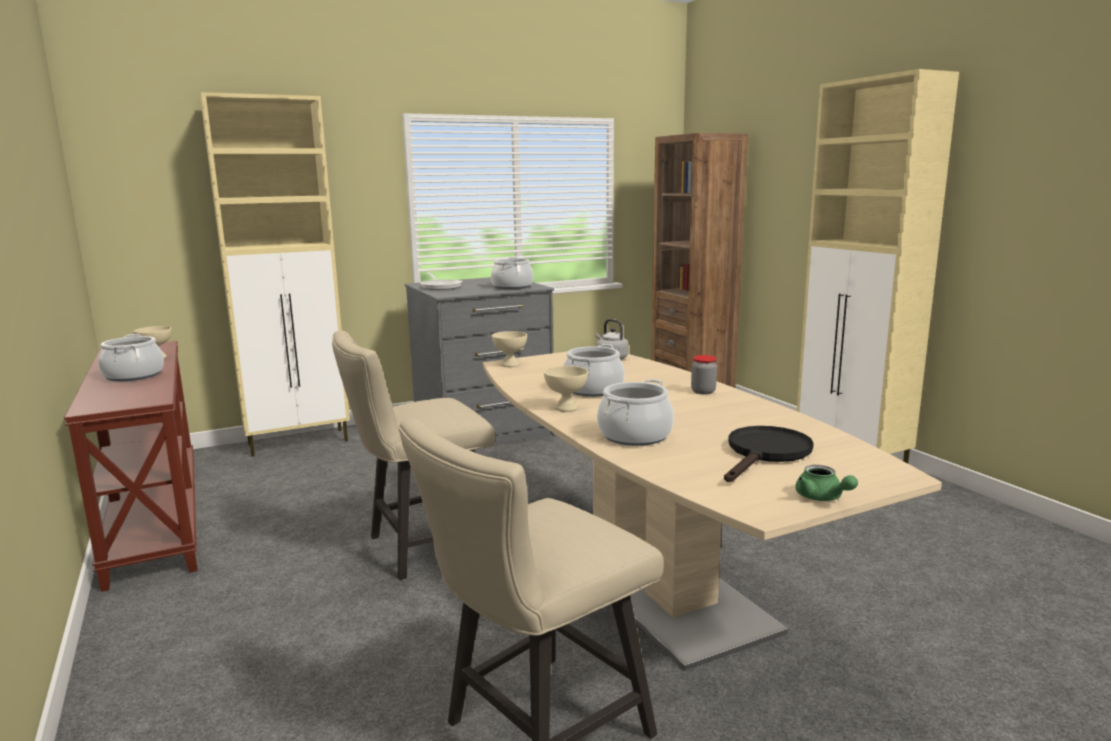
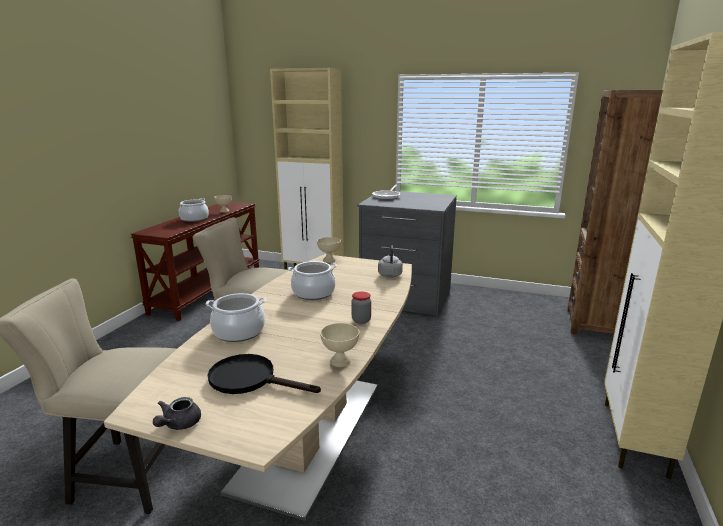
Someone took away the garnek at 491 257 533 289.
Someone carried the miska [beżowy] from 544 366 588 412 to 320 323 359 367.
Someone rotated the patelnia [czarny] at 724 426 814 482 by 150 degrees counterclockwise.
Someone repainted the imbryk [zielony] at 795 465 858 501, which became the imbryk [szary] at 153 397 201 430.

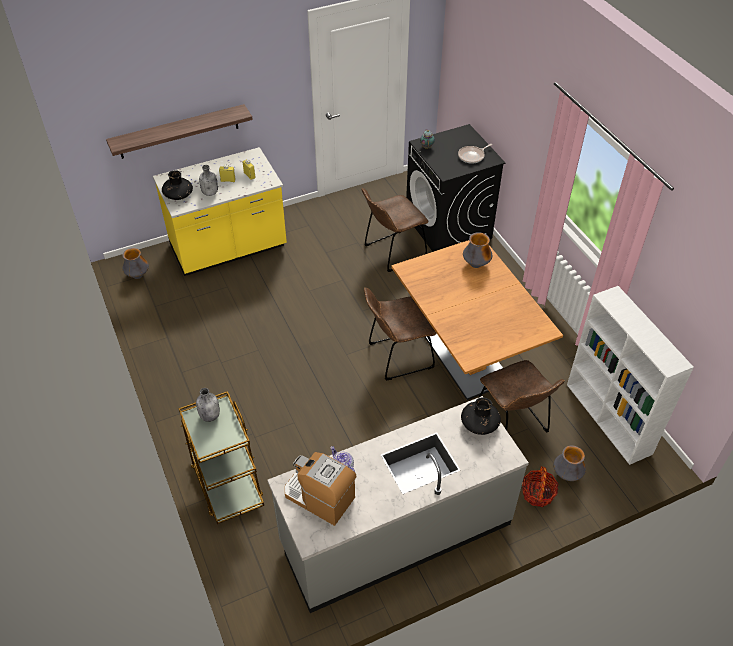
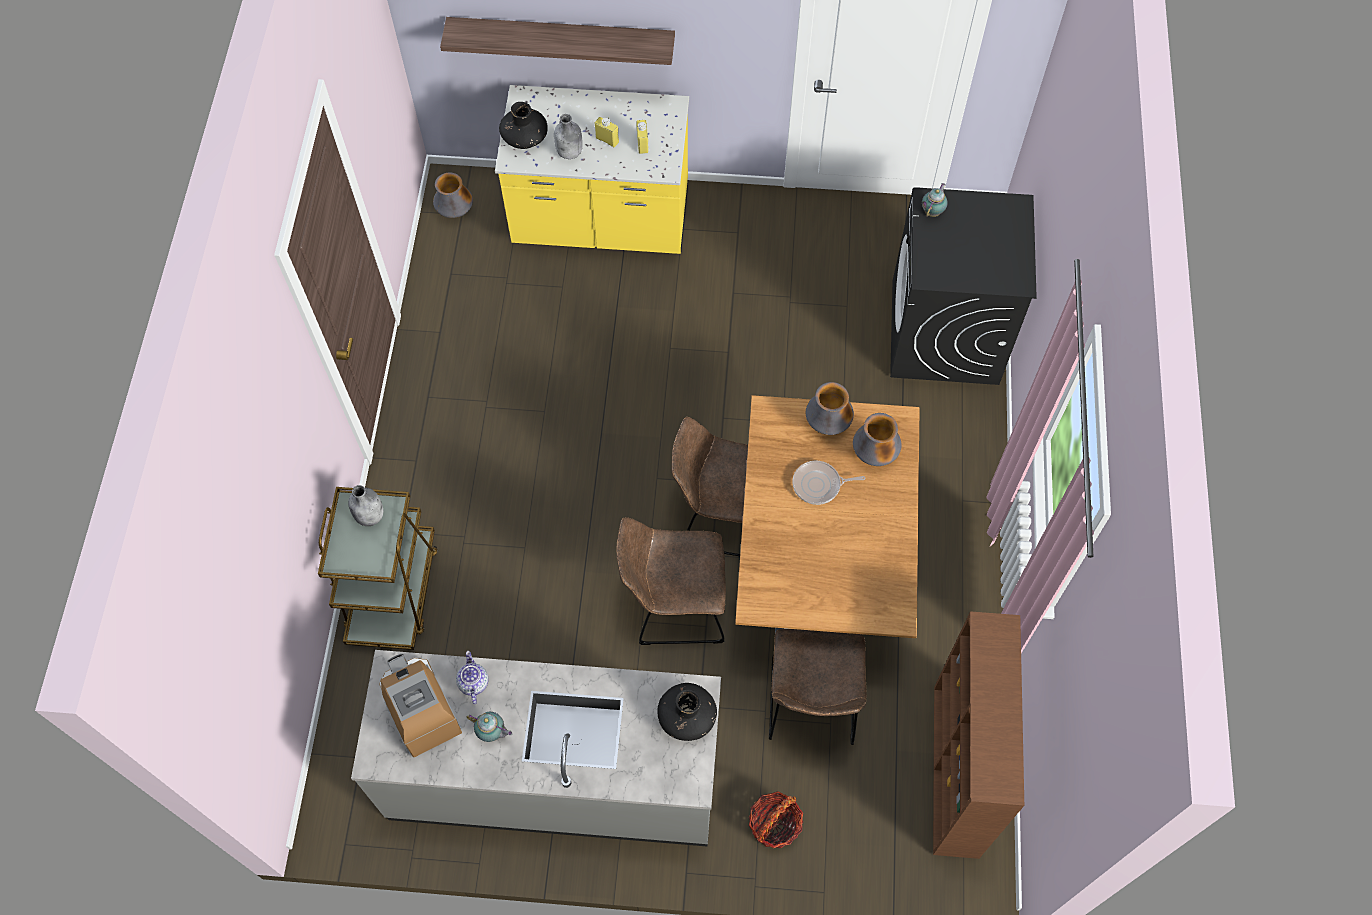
Someone carried the krzesło [brązowy] from 362 188 428 272 to 616 517 726 645.
Someone carried the patelnia from 458 144 493 164 to 792 461 865 505.
Someone carried the wazon from 554 445 586 481 to 806 382 854 435.
Someone repainted the regał [biały] at 567 286 694 465, which became the regał [brązowy] at 933 611 1024 859.
Someone put down the imbryk at 467 711 513 742.

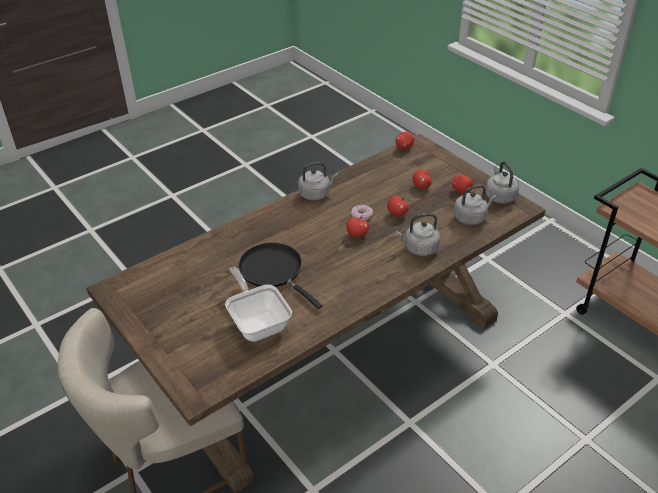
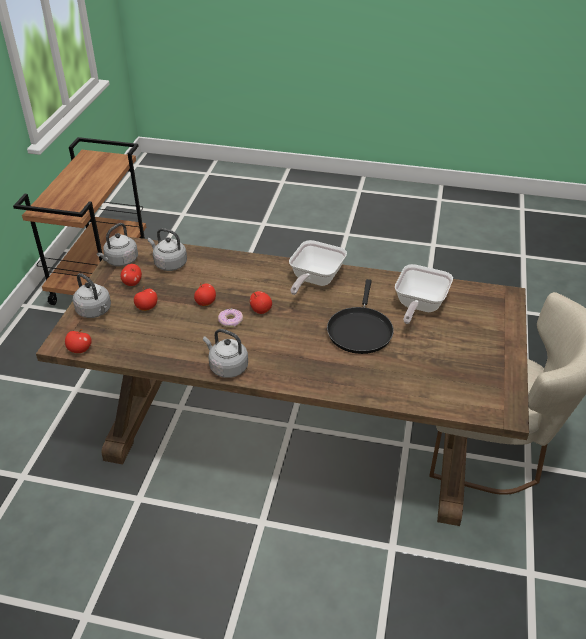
Someone carried the czajnik [szary] from 395 213 440 256 to 73 273 111 318.
Someone put down the patelnia at 289 240 347 295.

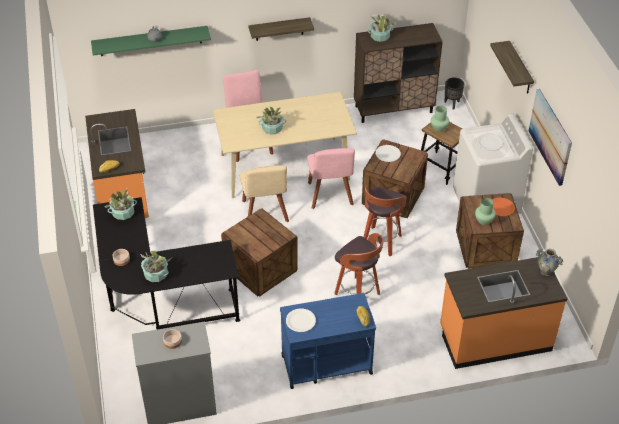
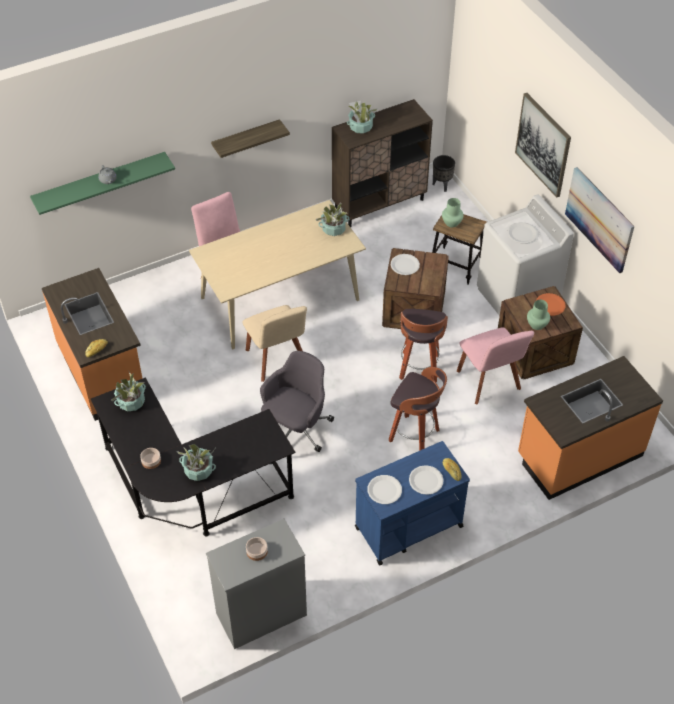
Someone swapped the skrzynka at 221 209 298 297 for the krzesło biurowe [szary] at 260 351 334 452.
Someone carried the roślina doniczkowa from 256 106 286 134 to 316 203 349 236.
Someone carried the krzesło [różowy] from 307 148 355 209 to 457 327 534 405.
Someone swapped the półka at 490 41 534 93 for the obraz at 515 93 571 198.
Someone took away the wazon at 536 249 563 276.
Someone put down the talerz [biały] at 409 465 444 495.

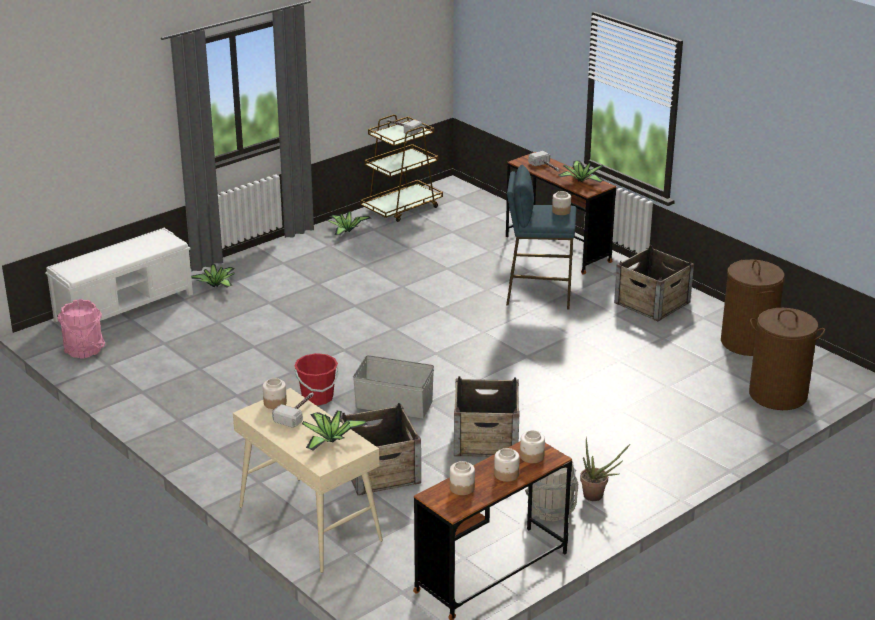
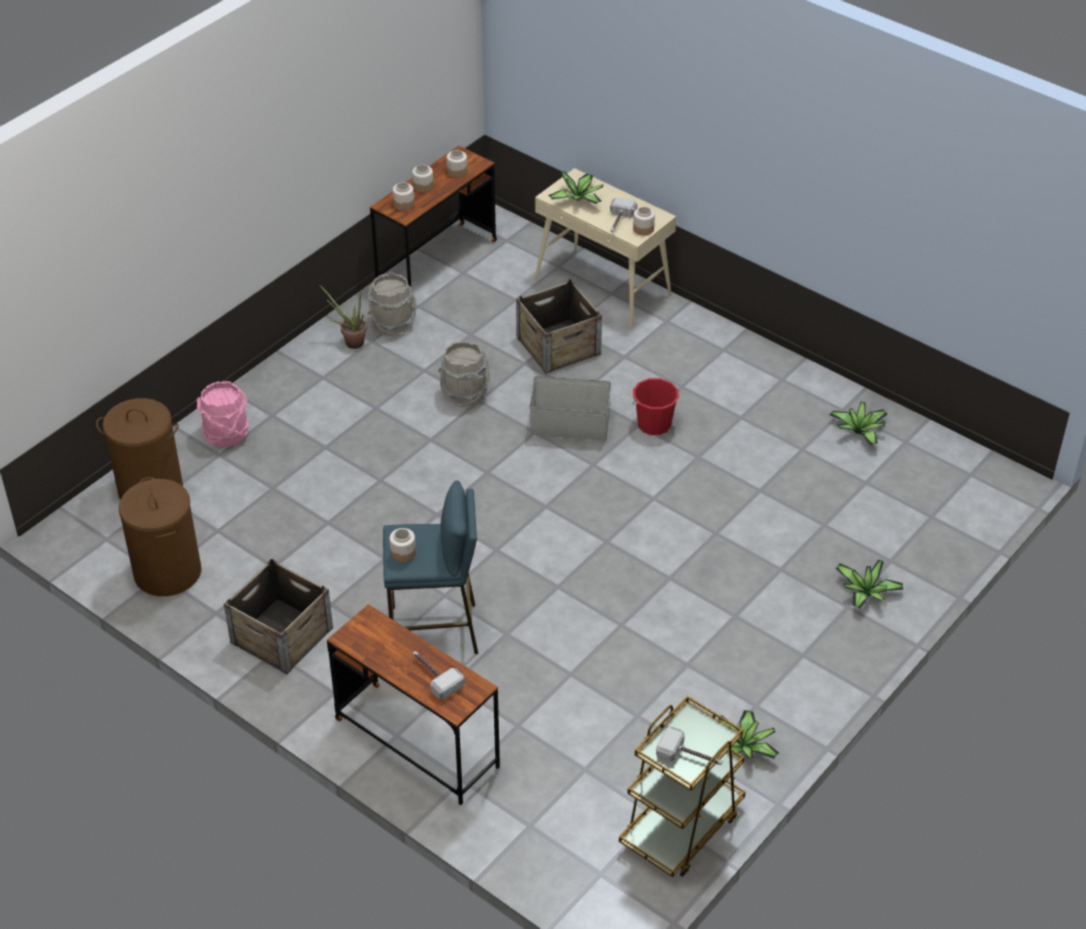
Someone took away the ławka [biały] at 45 228 193 322.
Someone carried the wiadro [różowy] from 58 299 105 359 to 196 381 249 447.
Someone swapped the skrzynka at 454 376 519 457 for the wiadro [szary] at 439 341 490 407.
Someone carried the roślina doniczkowa from 558 161 604 183 to 830 402 888 445.

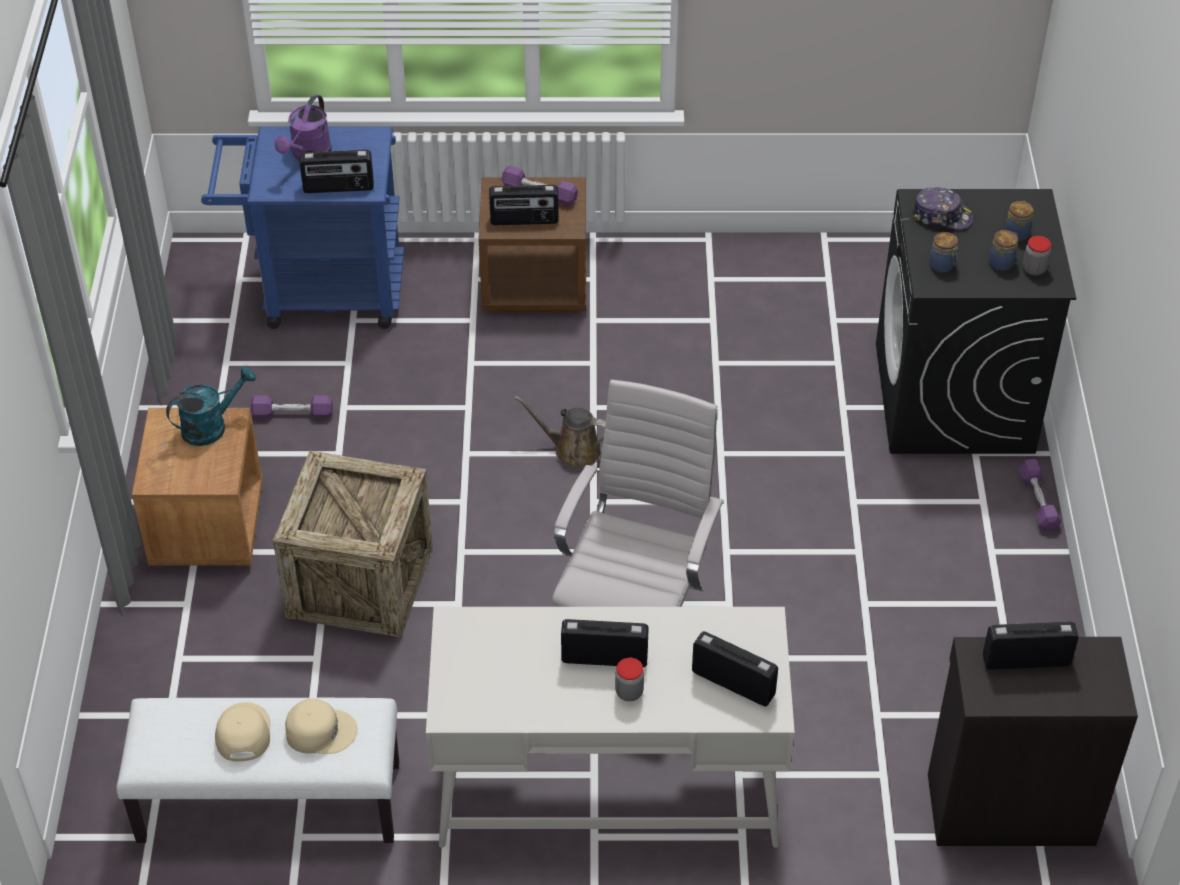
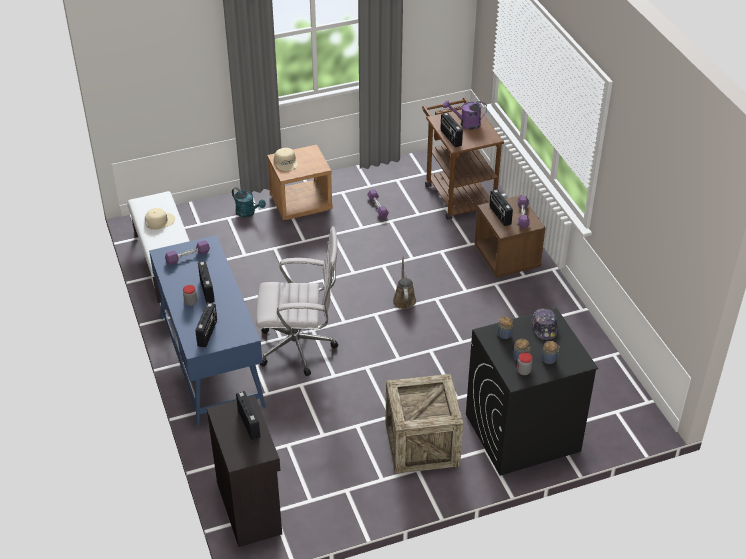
Someone carried the konewka [turkusowy] from 166 366 256 446 to 232 187 266 217.
Someone repainted the wózek [niebieski] at 201 127 404 329, which became the wózek [brązowy] at 422 97 504 220.
Someone carried the skrzynka from 273 451 433 638 to 386 374 463 474.
Someone carried the czapka z daszkiem [beżowy] from 285 699 357 754 to 274 148 298 171.
Someone repainted the biurko [biały] at 426 607 795 848, which became the biurko [niebieski] at 149 235 266 426.
Someone carried the hantel [fioletowy] from 1018 459 1061 531 to 165 240 210 265.

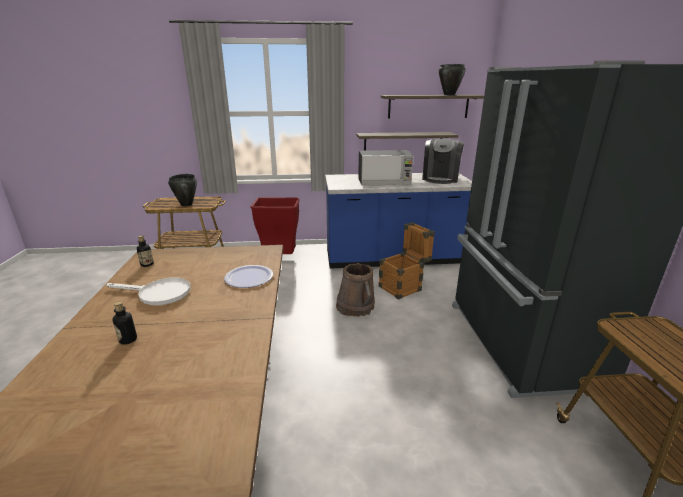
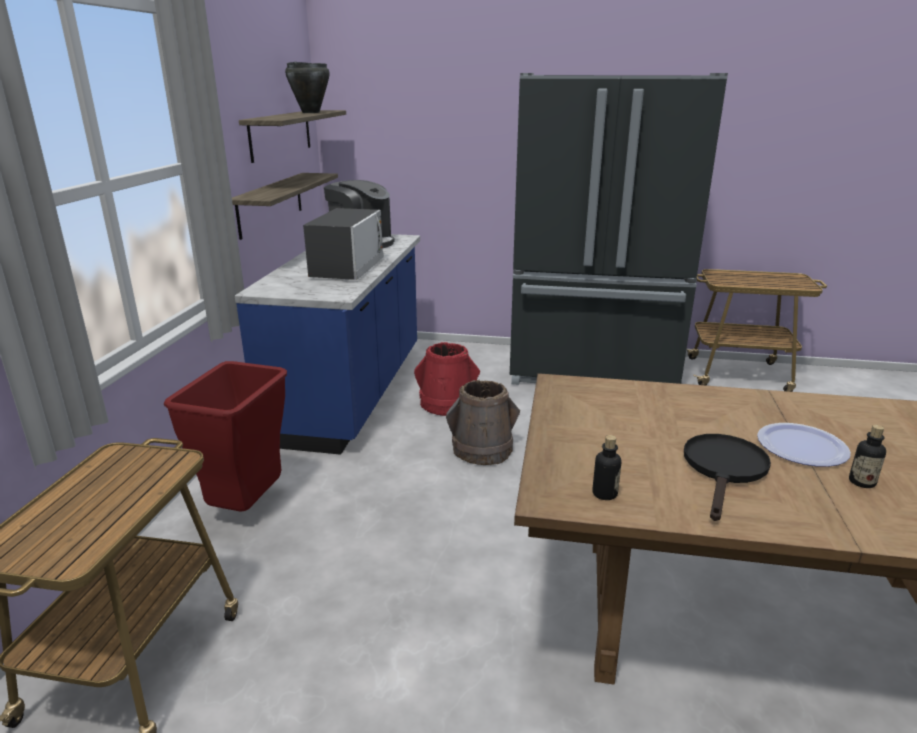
Someone repainted the patelnia [biały] at 107 277 191 305, which became the patelnia [czarny] at 684 434 771 521.
Someone took away the garnek [czarny] at 168 174 197 206.
Someone carried the talerz from 224 265 273 288 to 757 423 851 467.
Someone swapped the skrzynka at 379 222 435 300 for the wiadro [czerwony] at 414 342 480 416.

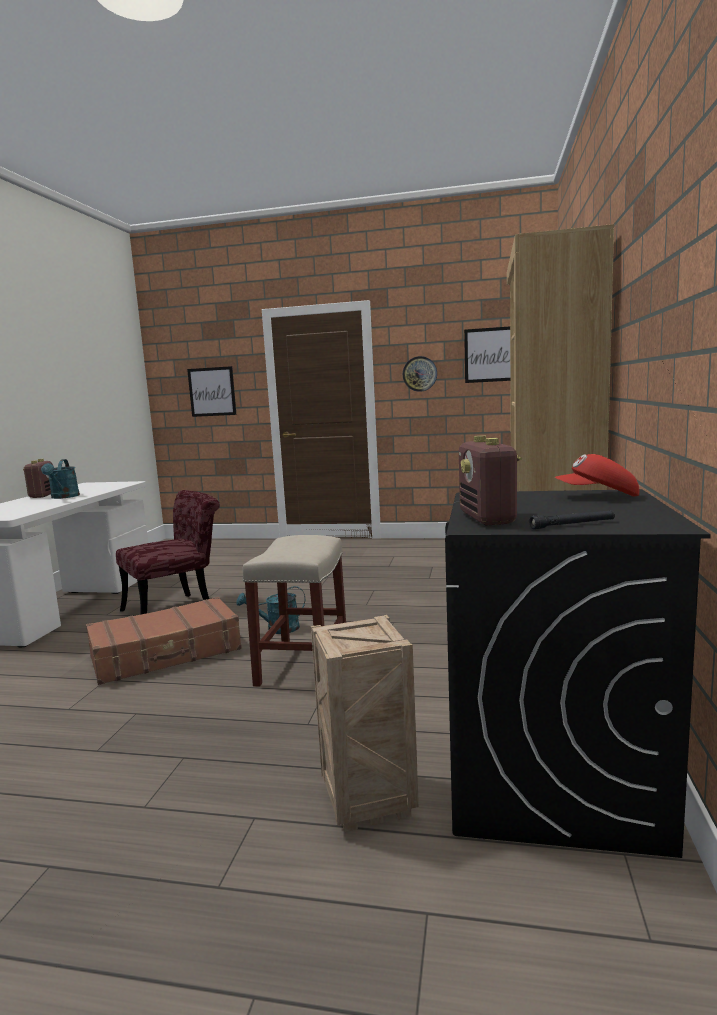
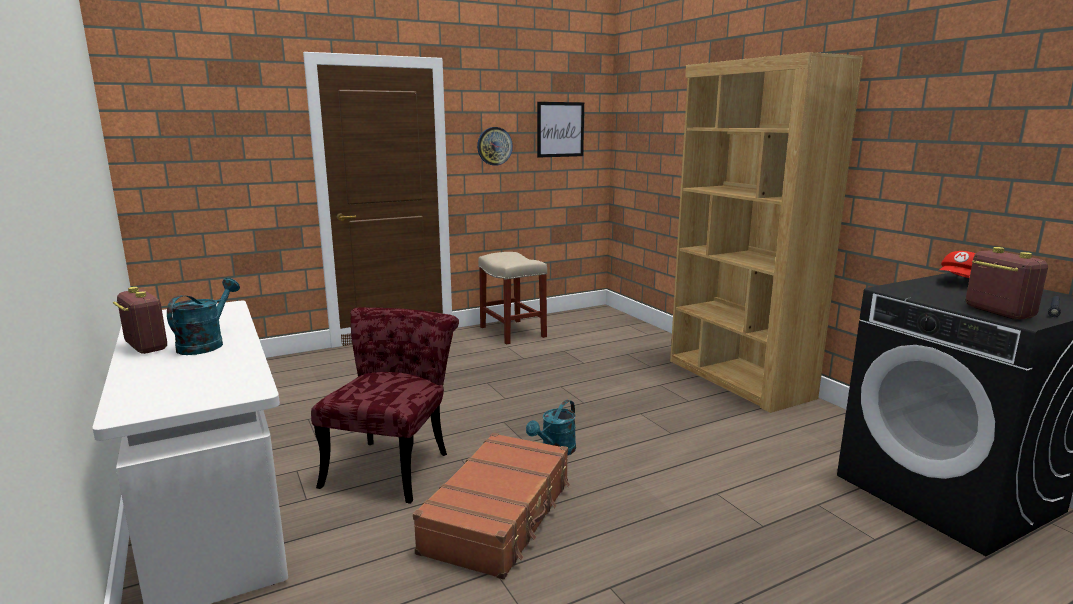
Someone rotated the konewka [turkusowy] at 41 459 80 499 by 120 degrees counterclockwise.
Someone took away the obraz at 187 366 236 417.
Someone carried the stołek [beżowy] from 243 535 346 687 to 478 252 547 344.
Someone took away the skrzynka at 311 615 419 832.
Someone rotated the radio at 459 435 522 526 by 150 degrees counterclockwise.

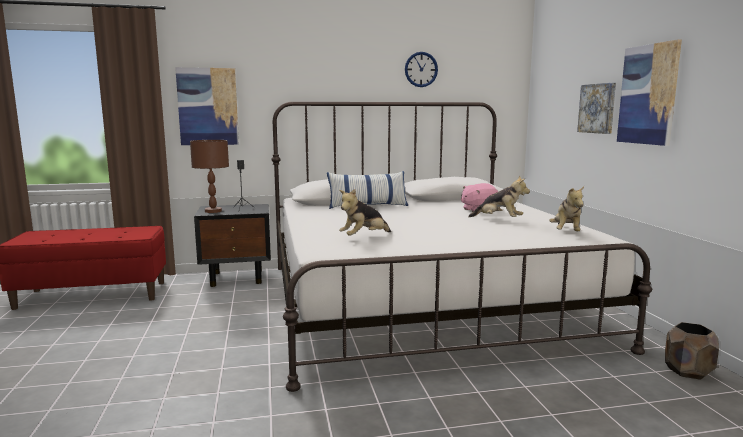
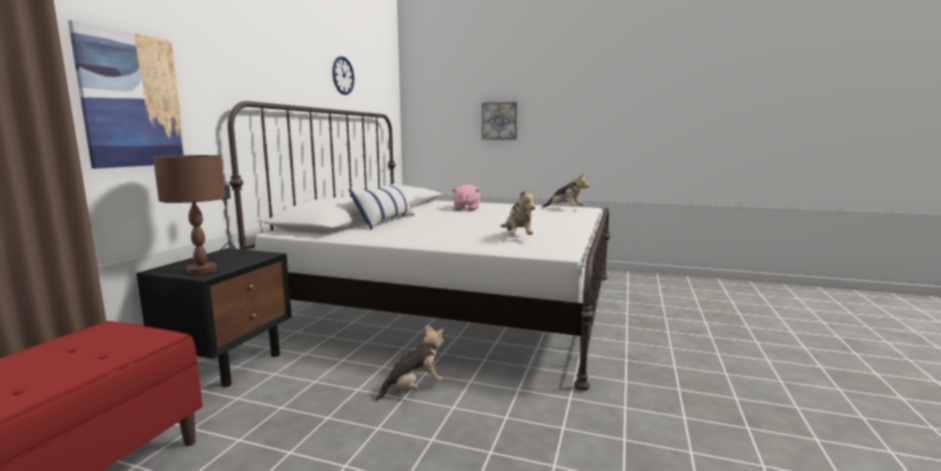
Someone carried the pluszak from 468 175 530 217 to 375 325 444 401.
Someone took away the obraz at 617 39 682 146.
Someone took away the donica [brązowy] at 665 322 719 380.

